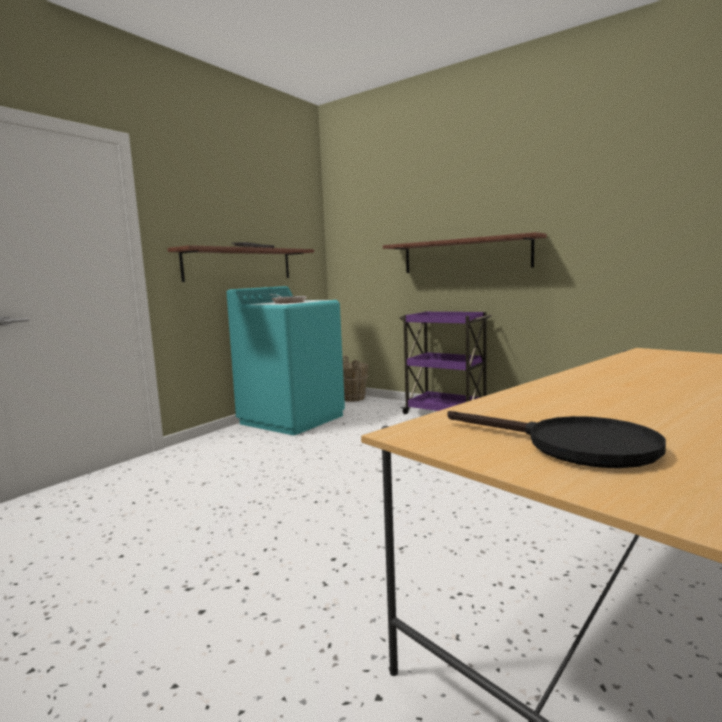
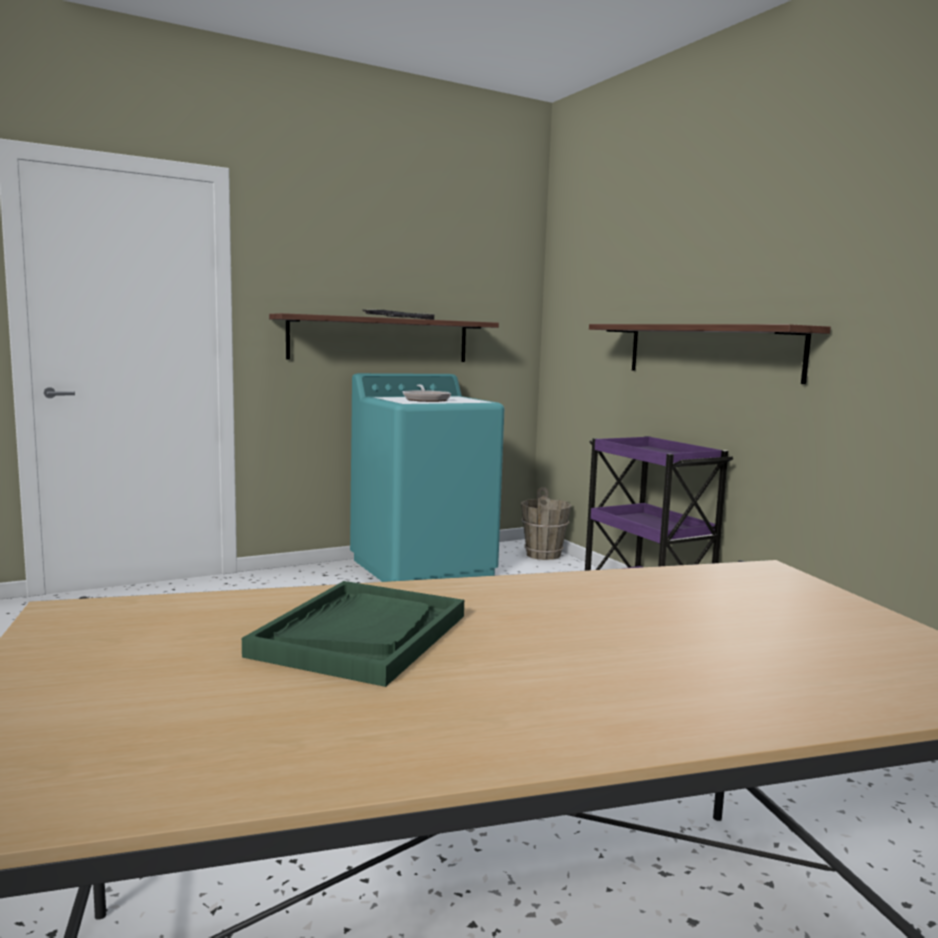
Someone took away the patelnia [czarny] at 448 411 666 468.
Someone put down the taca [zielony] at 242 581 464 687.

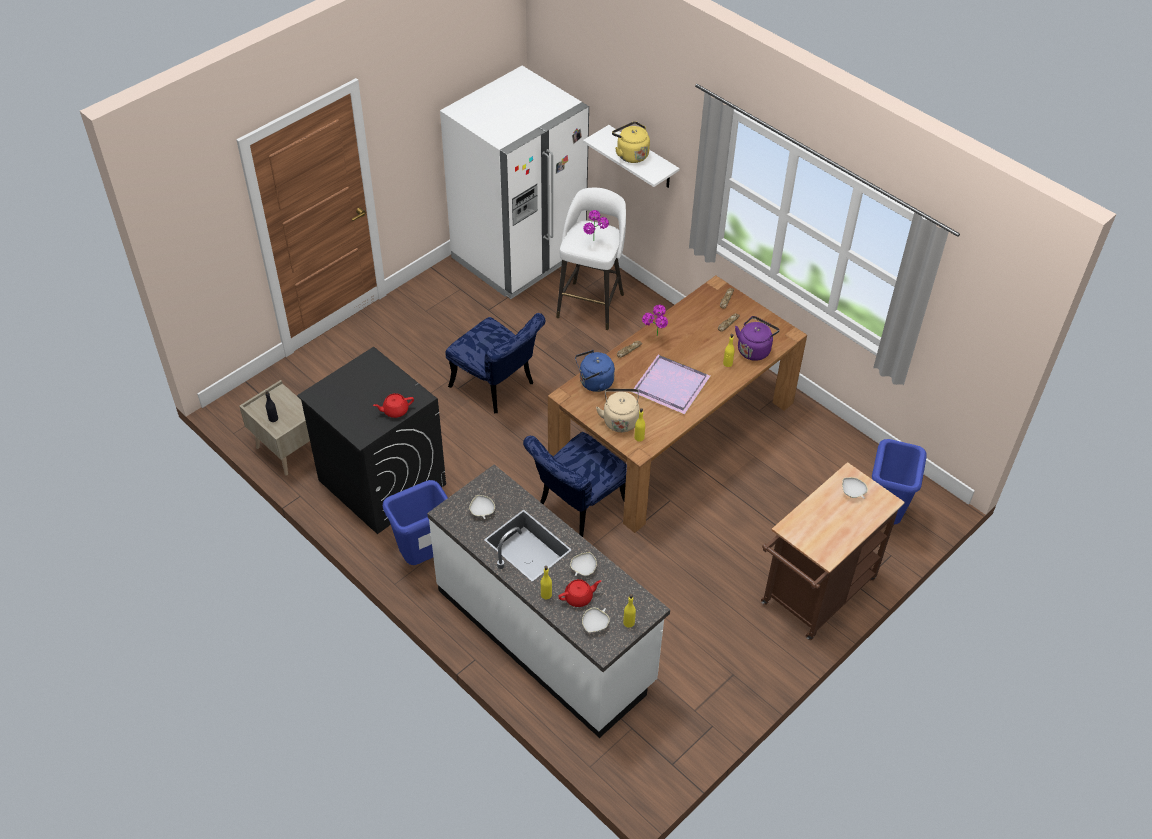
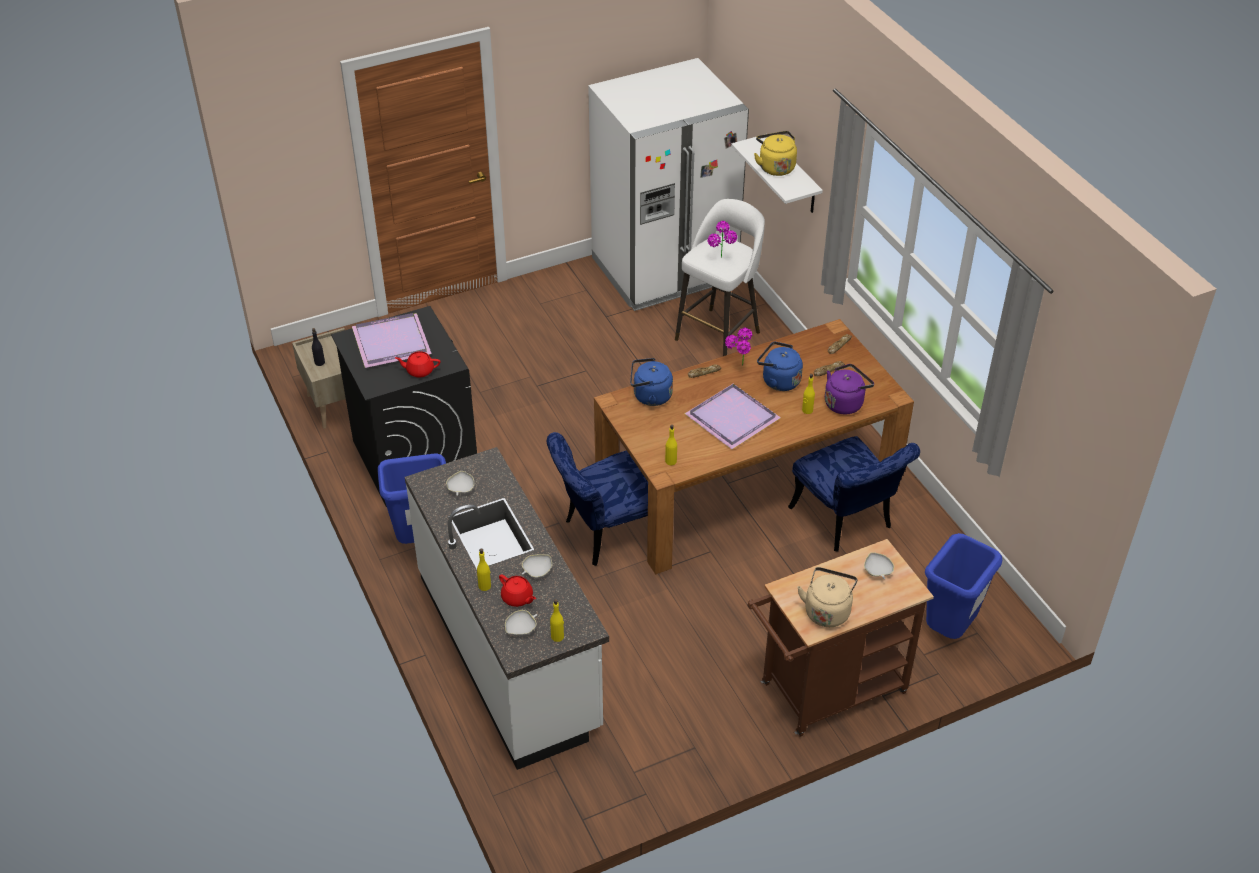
Someone carried the krzesło [niebieski] from 445 313 545 413 to 788 436 920 552.
Someone rotated the imbryk [czerwony] at 558 579 601 607 by 45 degrees clockwise.
Someone carried the czajnik [beżowy] from 596 389 640 432 to 797 567 858 627.
Someone put down the taca [fioletowy] at 352 313 432 368.
Someone put down the czajnik [niebieski] at 757 342 803 391.

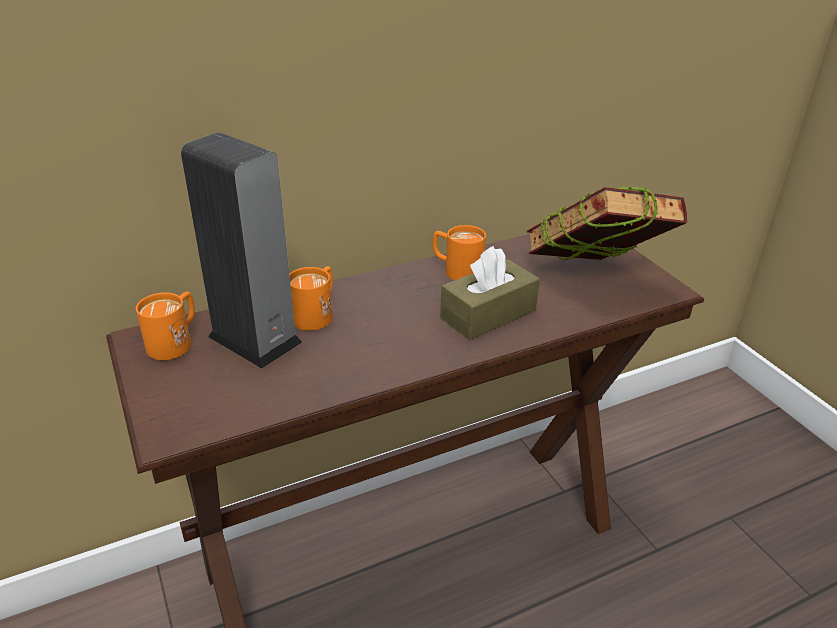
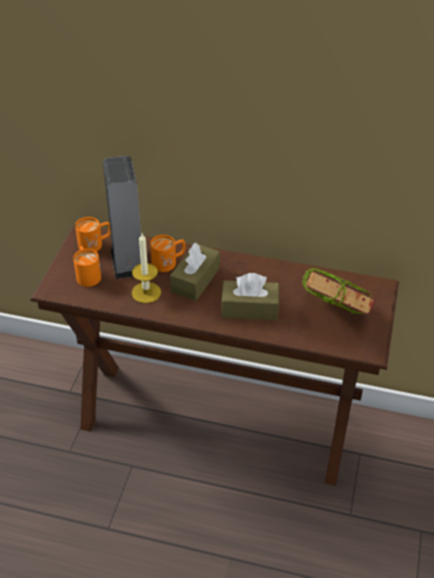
Someone carried the kubek [pomarańczowy] from 433 225 486 281 to 73 246 101 287.
Someone put down the świeca at 132 233 161 303.
Someone put down the pudełko chusteczek [brązowy] at 170 243 220 301.

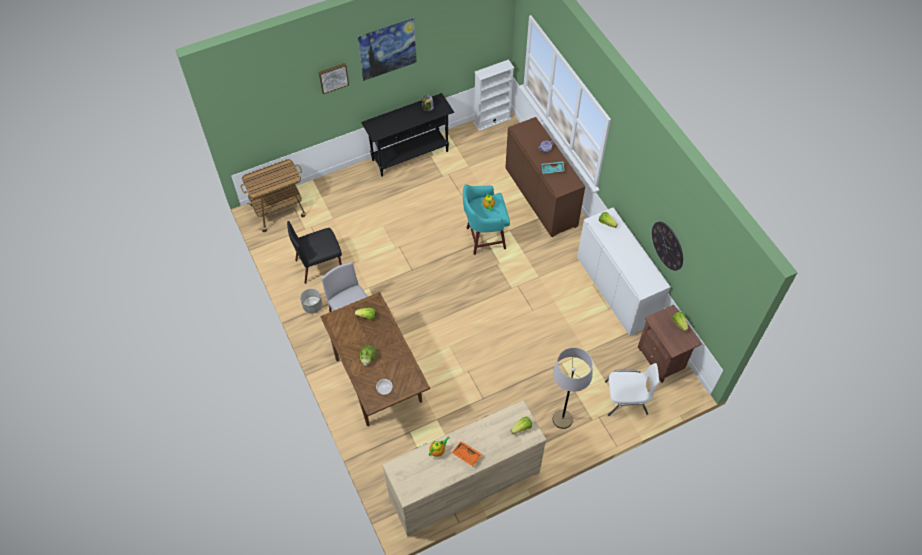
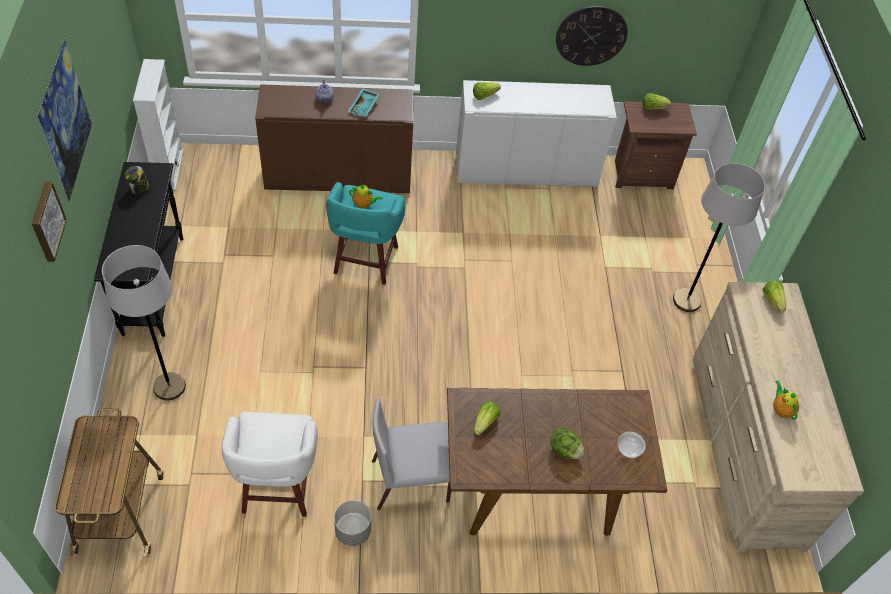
Someone swapped the krzesło [czarny] at 287 221 342 284 for the stołek [biały] at 222 412 318 517.
Someone took away the taca [pomarańczowy] at 451 441 483 466.
Someone took away the krzesło [biały] at 605 363 659 416.
Someone put down the lampa stojąca [szary] at 102 245 186 400.

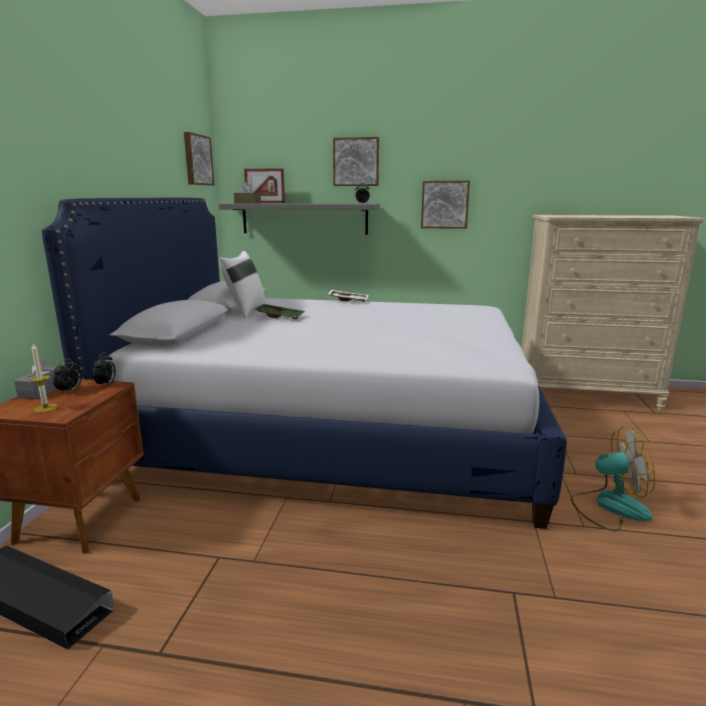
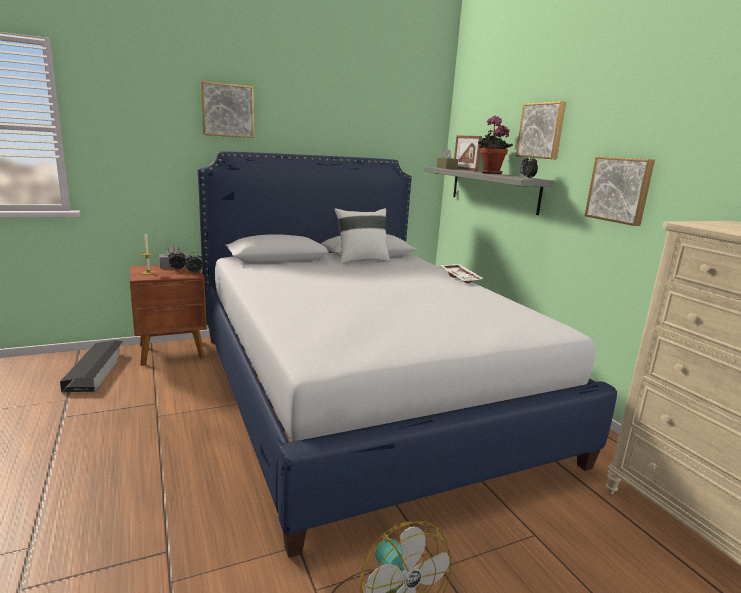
Someone carried the obraz from 184 132 214 185 to 201 81 254 138.
Someone took away the taca [zielony] at 254 304 305 319.
Someone put down the roślina doniczkowa at 478 115 513 174.

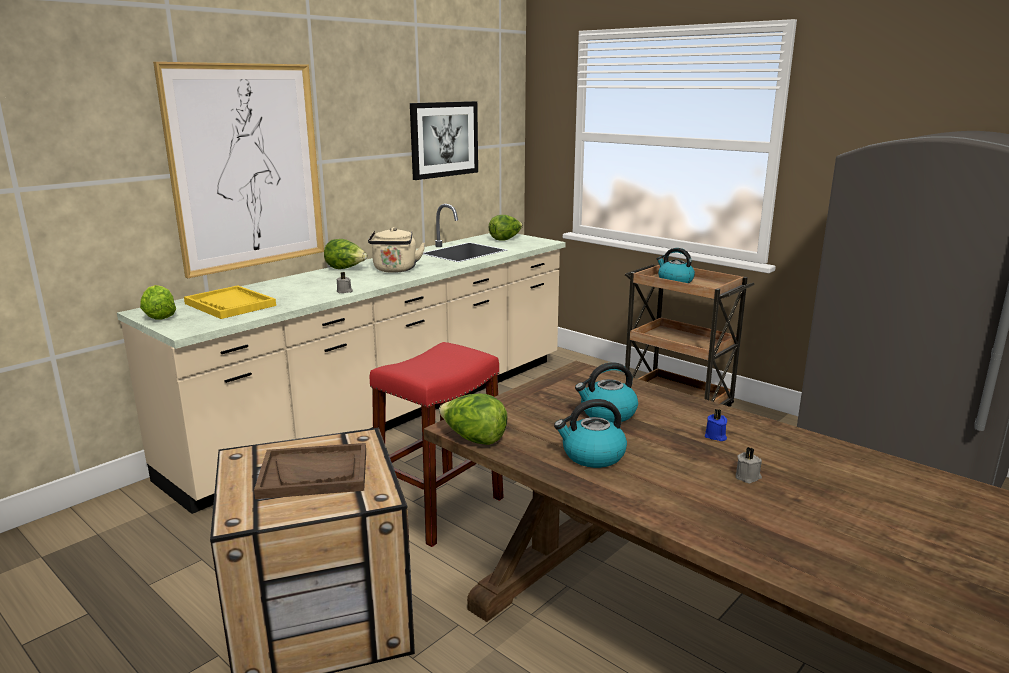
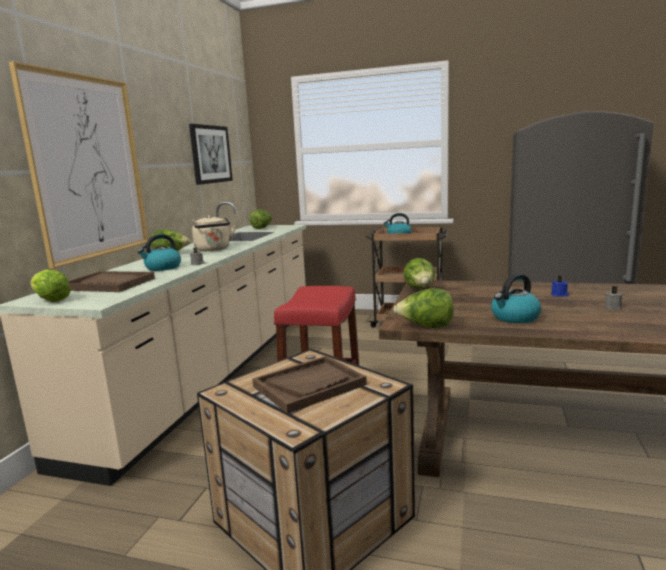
Someone repainted the taca [żółty] at 184 285 276 319, which became the taca [brązowy] at 68 271 155 292.
Someone carried the czajnik from 575 362 638 423 to 137 234 181 271.
Someone put down the sałata at 403 258 435 289.

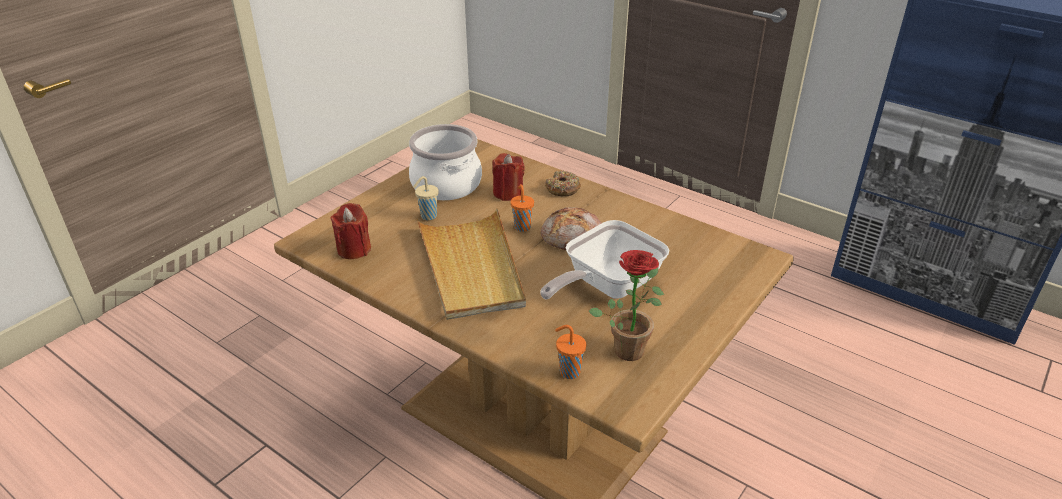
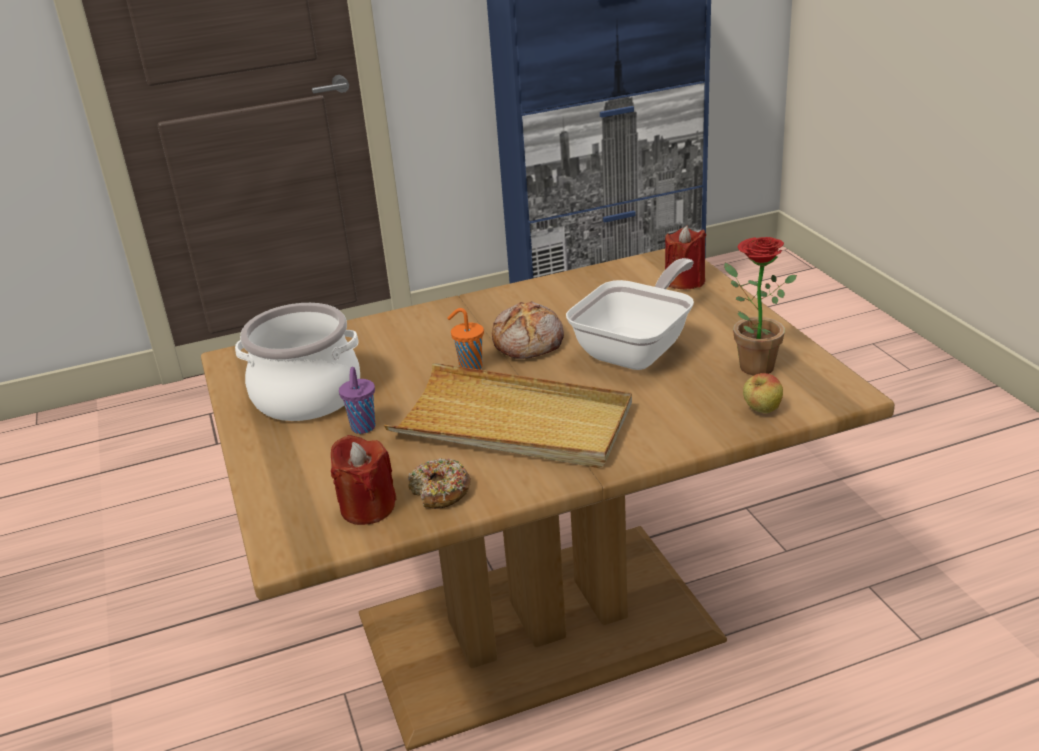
Someone repainted the filiżanka [beżowy] at 413 176 439 220, which became the filiżanka [fioletowy] at 339 367 375 434.
Someone carried the świeca [czerwony] from 492 153 525 201 to 665 226 706 289.
Someone rotated the patelnia at 540 220 669 299 by 135 degrees counterclockwise.
Someone carried the donut from 545 171 581 196 to 408 458 471 509.
Someone swapped the filiżanka [pomarańczowy] at 555 325 586 379 for the jabłko at 743 373 783 413.

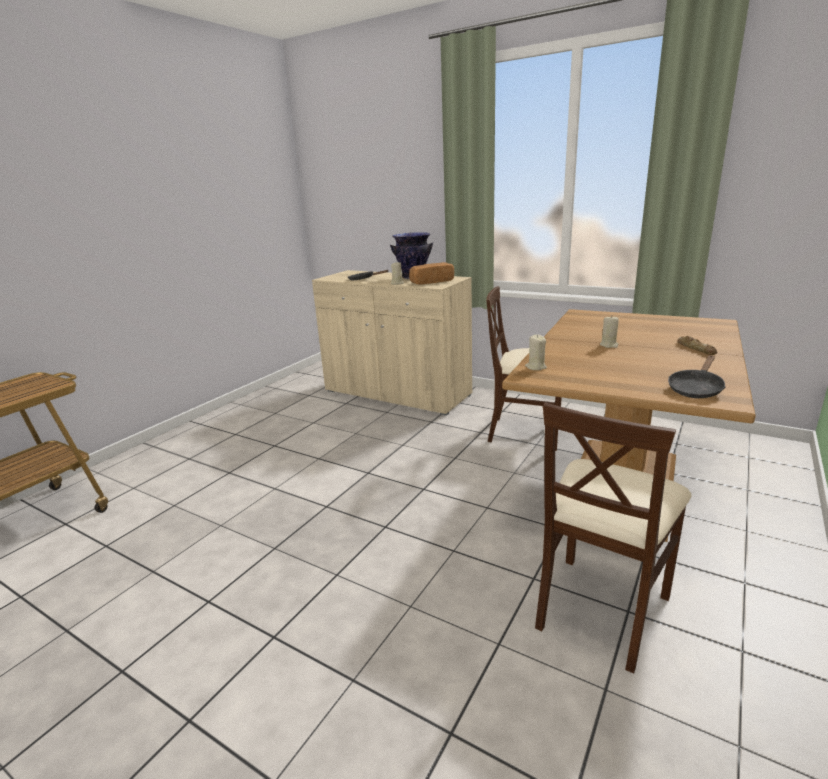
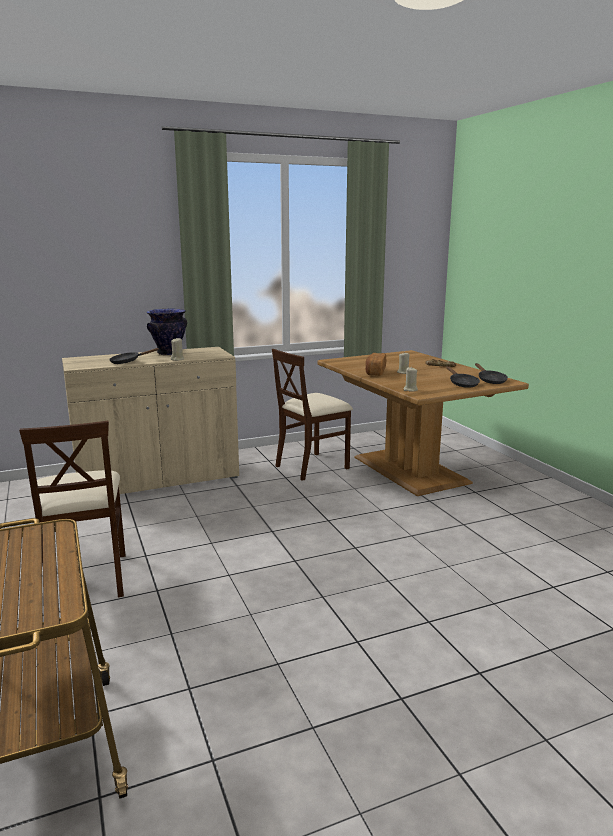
Someone carried the chleb from 409 262 454 285 to 365 353 386 376.
Someone carried the krzesło [beżowy] from 535 403 692 674 to 19 421 126 597.
Someone put down the patelnia [czarny] at 446 366 480 388.

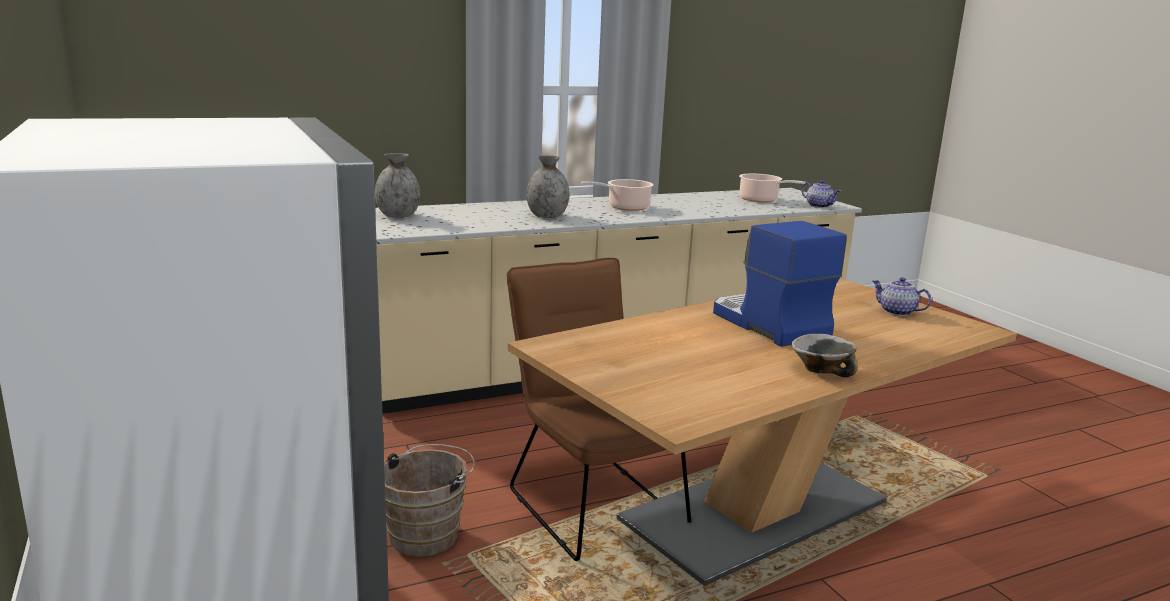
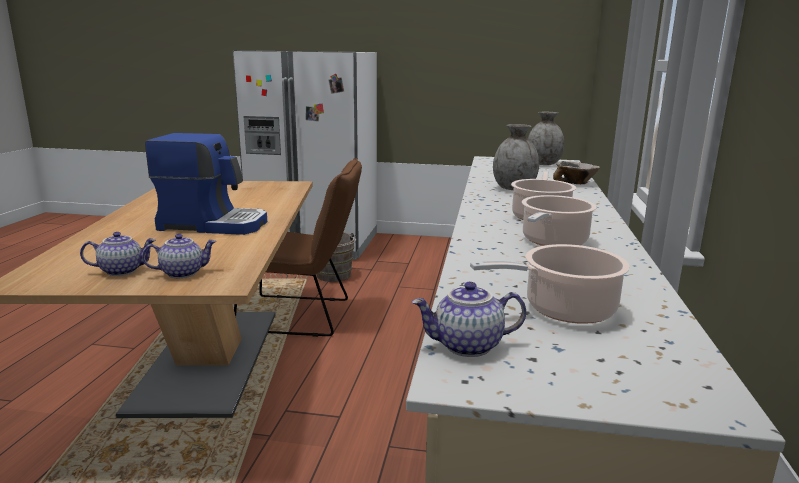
Someone carried the miska from 791 334 858 377 to 553 161 600 184.
Someone put down the imbryk at 142 234 217 278.
Someone put down the garnek at 522 195 597 246.

